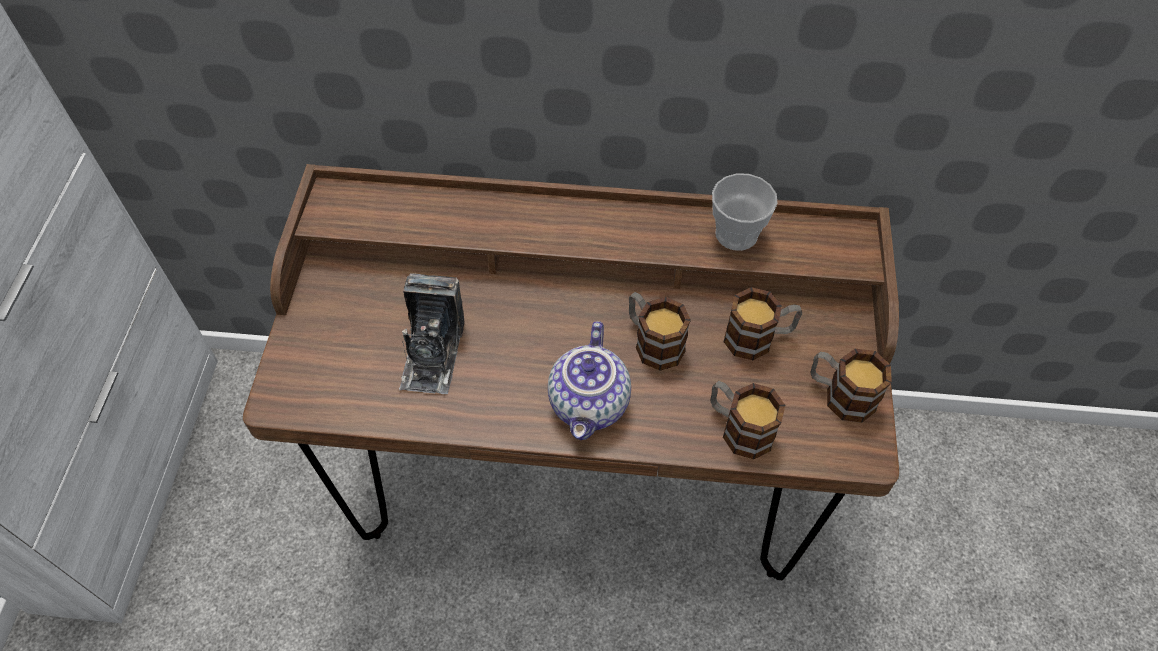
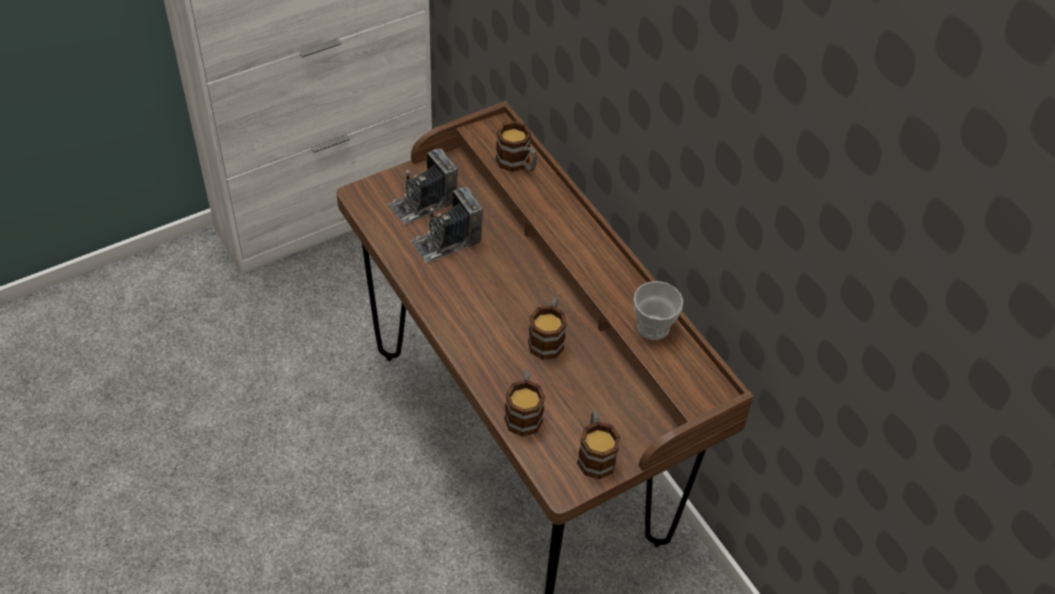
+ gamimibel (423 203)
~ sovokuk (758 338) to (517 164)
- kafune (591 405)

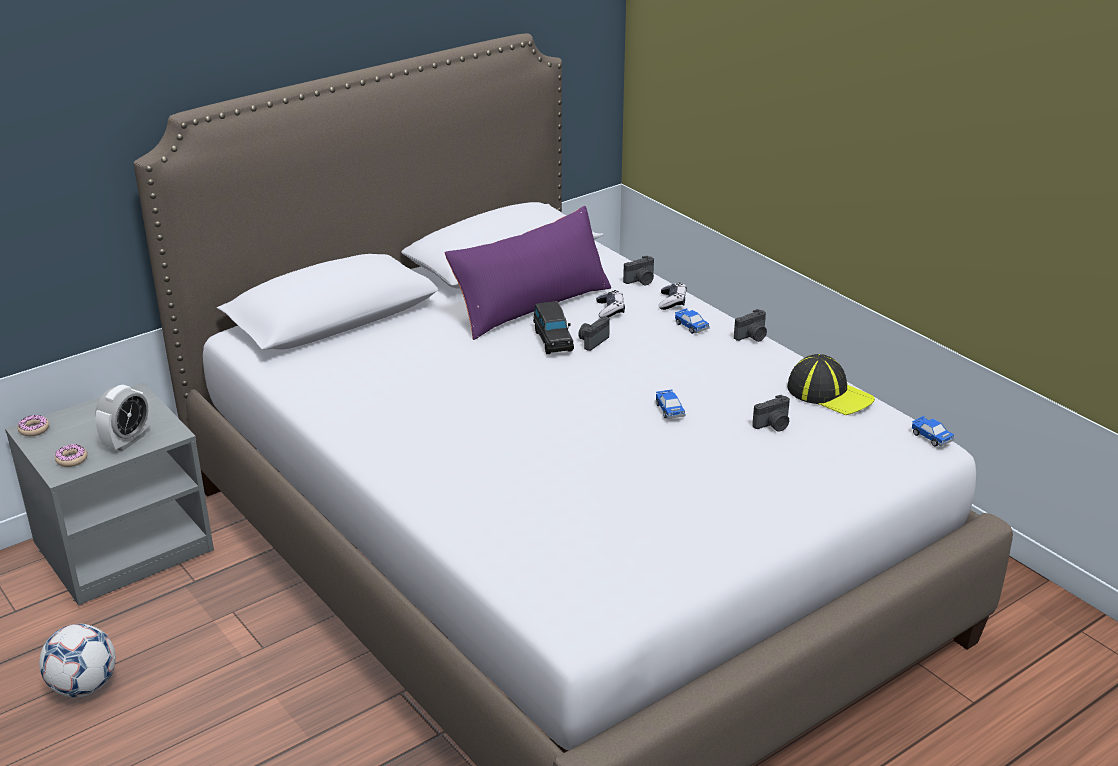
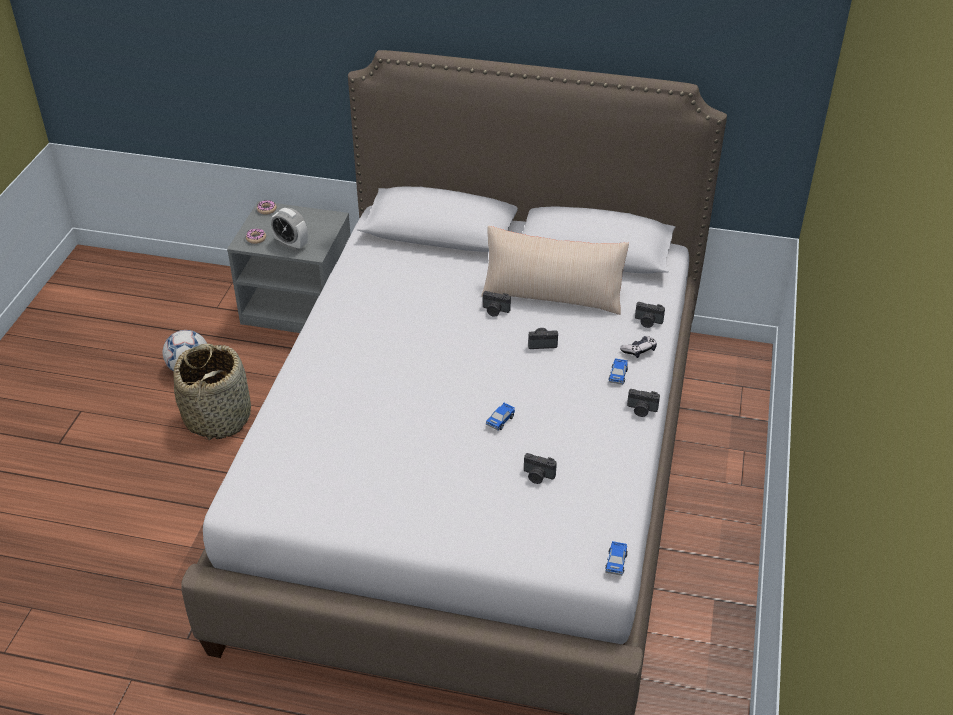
+ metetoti (218 417)
~ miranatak (127 441) = (291 244) 45 degrees clockwise
~ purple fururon (531 305) to beige fururon (552 295)
+ gamimibel (495 311)
- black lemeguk (553 340)
- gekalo (610 310)
- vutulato (829 394)

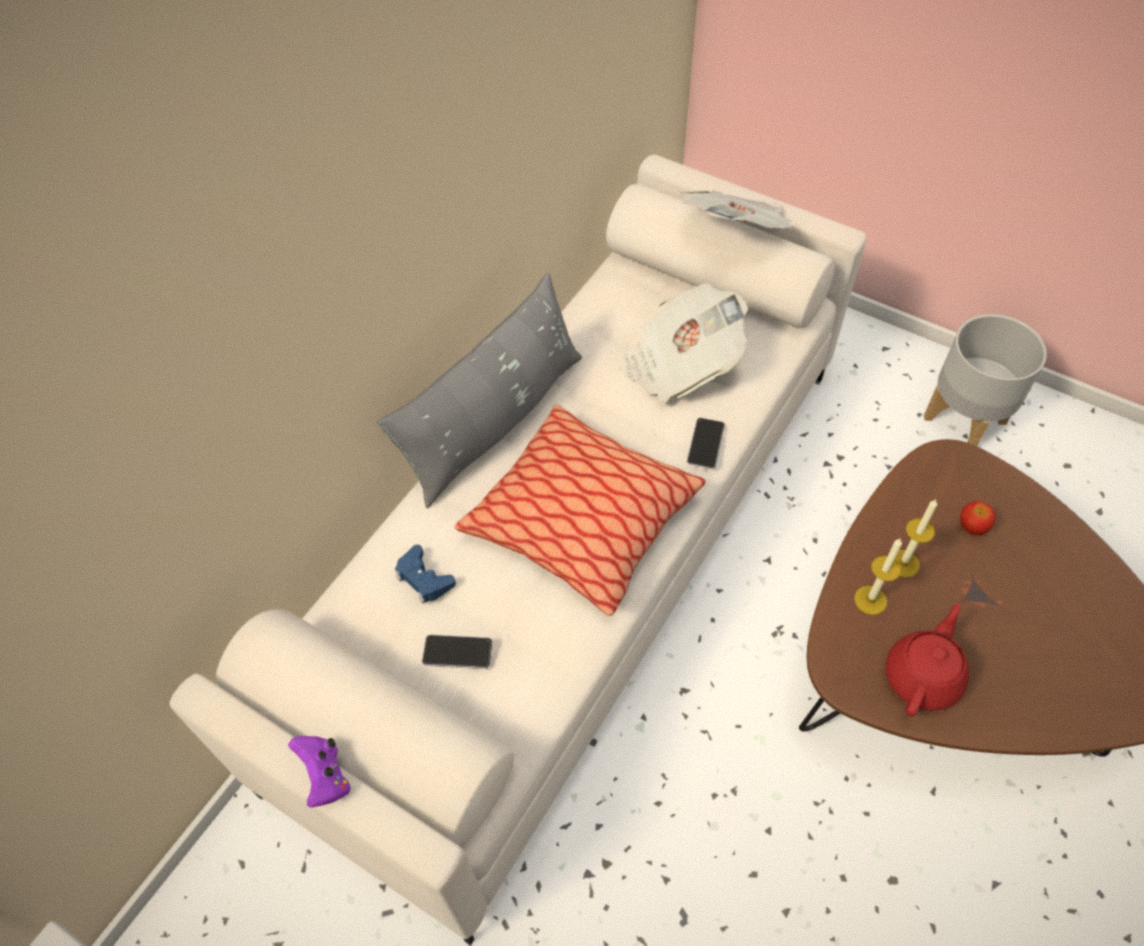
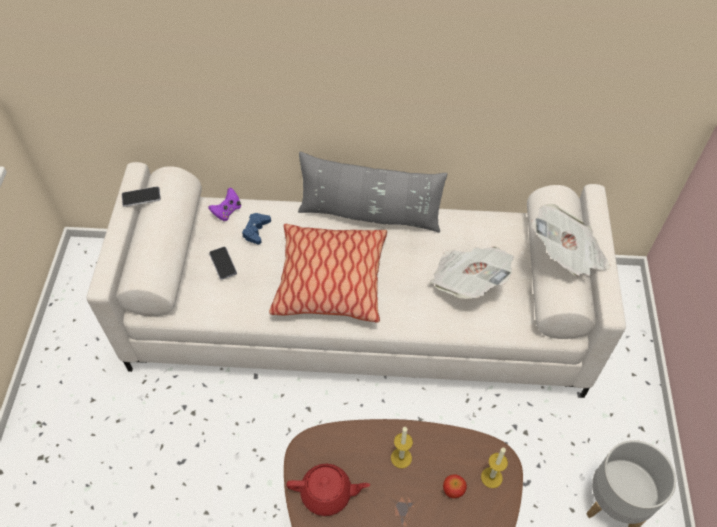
~ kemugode (705 444) to (141 197)
~ purple gekalo (325 776) to (227 211)
~ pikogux (870 600) to (491 477)

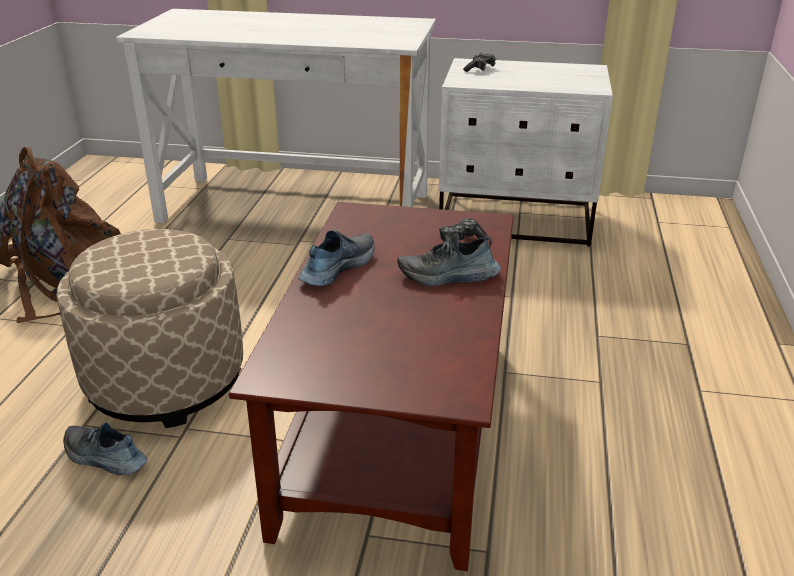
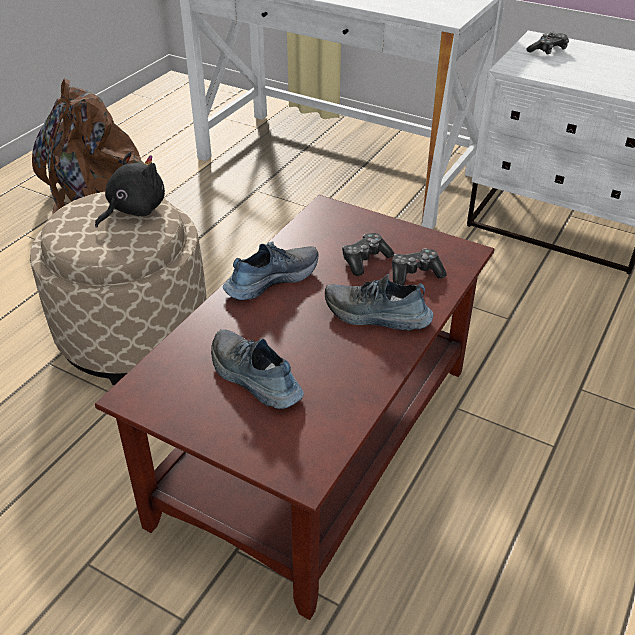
+ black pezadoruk (134 210)
~ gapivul (104 458) to (253 378)
+ gekalo (365 260)

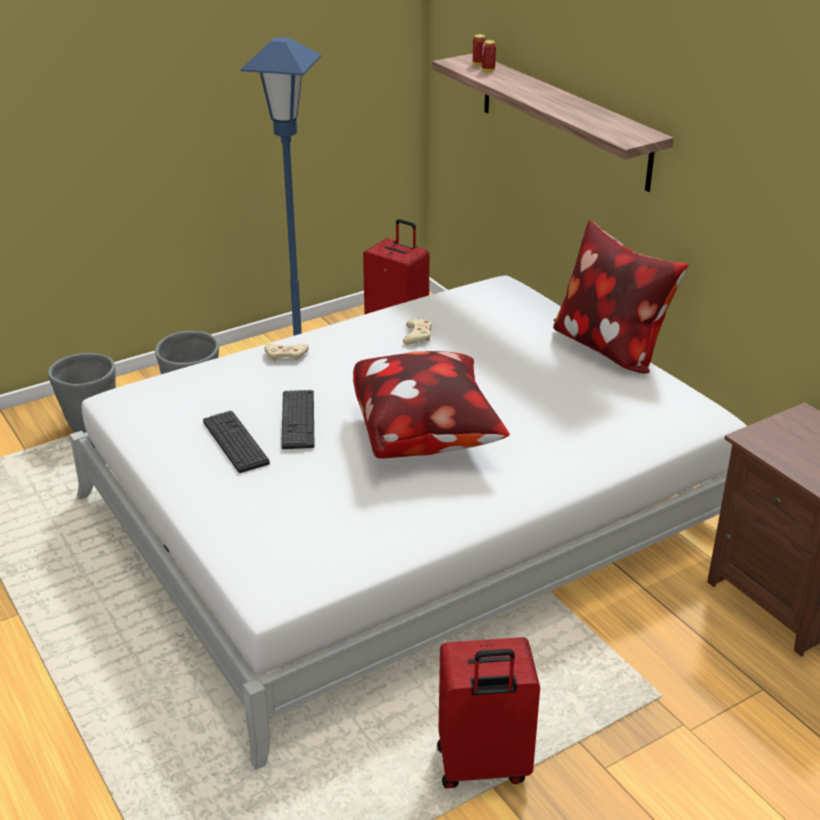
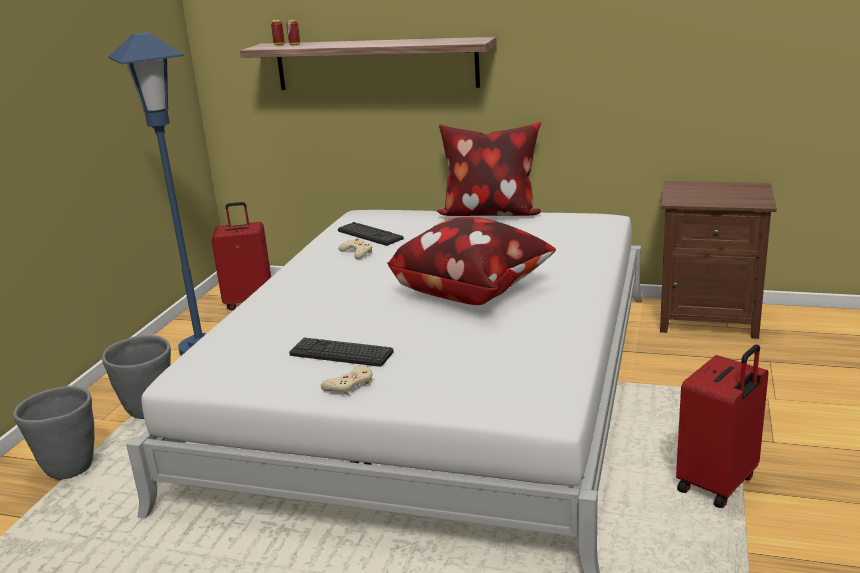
~ beige gekalo (286 355) to (350 385)
~ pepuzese (298 420) to (370 235)

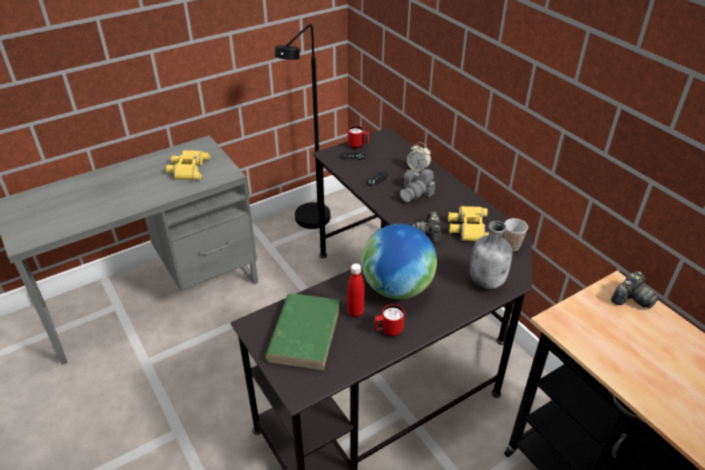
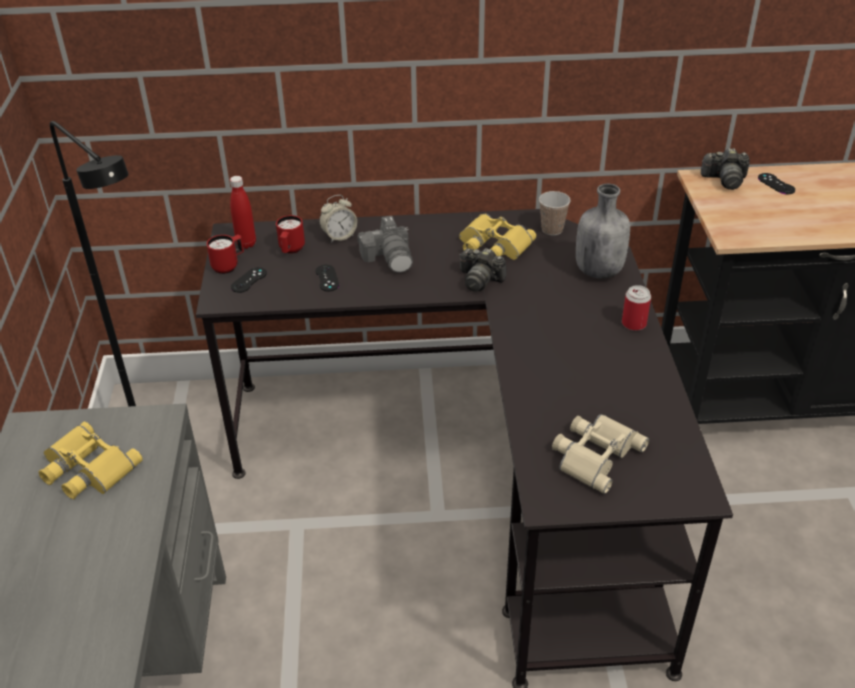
~ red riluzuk (355 312) to (246 244)
~ red sovokuk (388 331) to (291 250)
~ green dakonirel (304 333) to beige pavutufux (594 454)
+ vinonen (634 324)
~ gamimibel (631 299) = (724 180) 105 degrees clockwise
+ black gekalo (776 184)
- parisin (397 288)

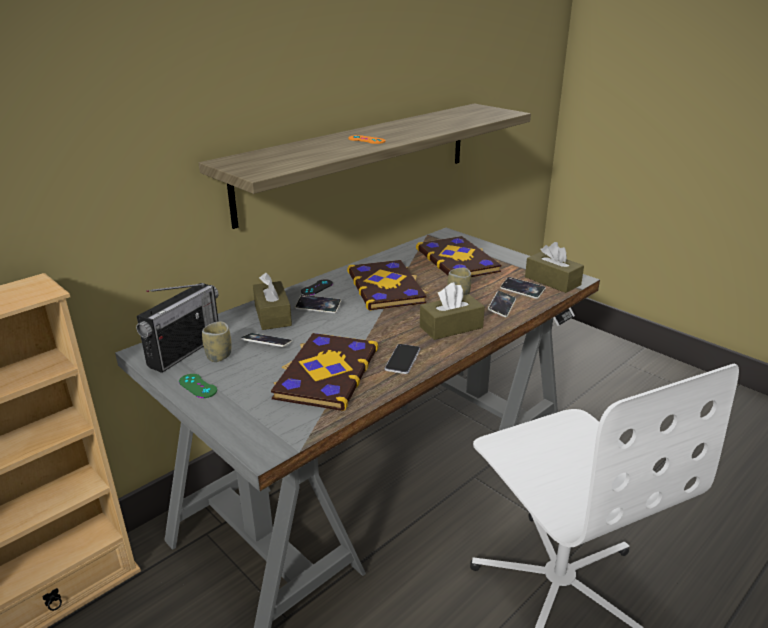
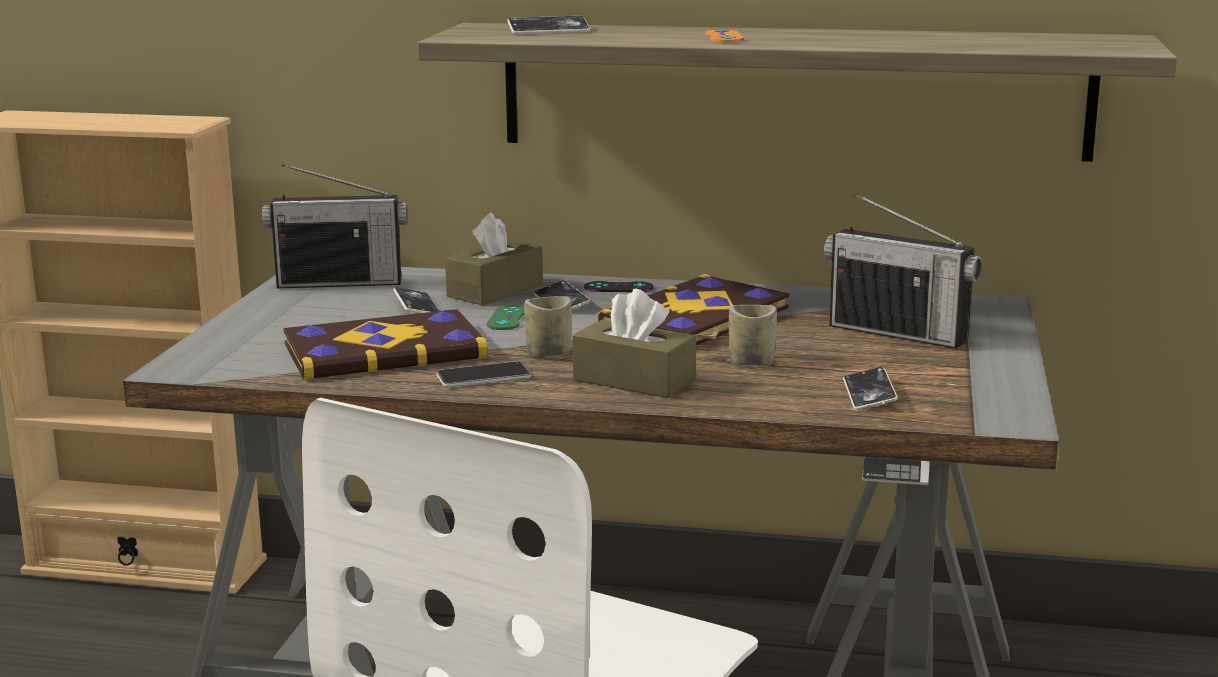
~ green gekalo (198 386) to (507 318)
~ kemugode (501 306) to (548 31)
~ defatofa (219 356) to (548 353)
~ dakonirel (458 260) to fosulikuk (898 333)
- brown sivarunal (552 281)

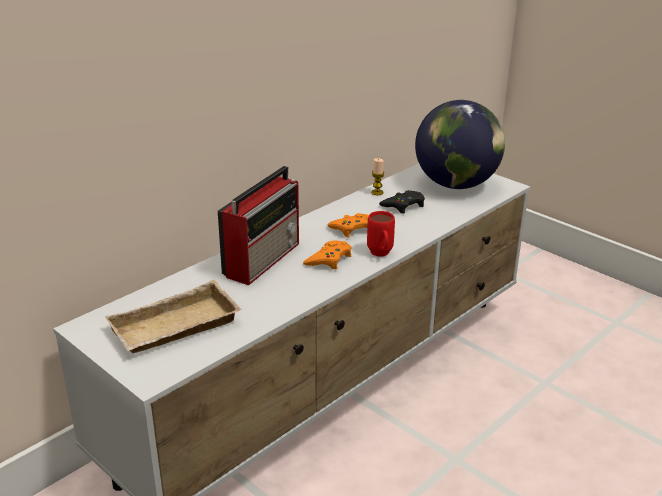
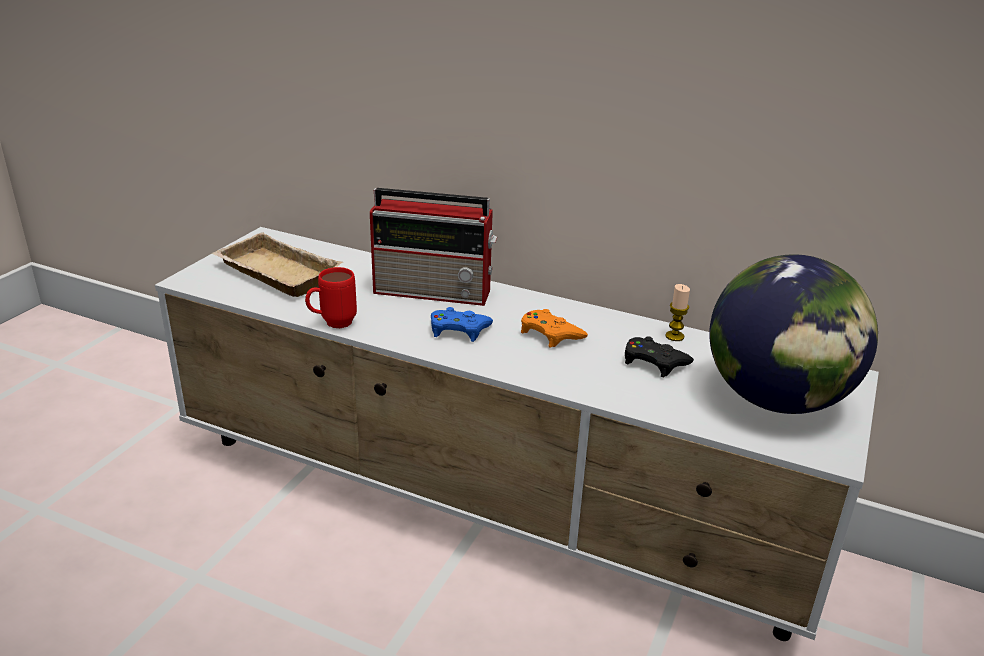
~ red sovokuk (381 255) to (332 324)
~ orange gekalo (329 259) to blue gekalo (458 330)

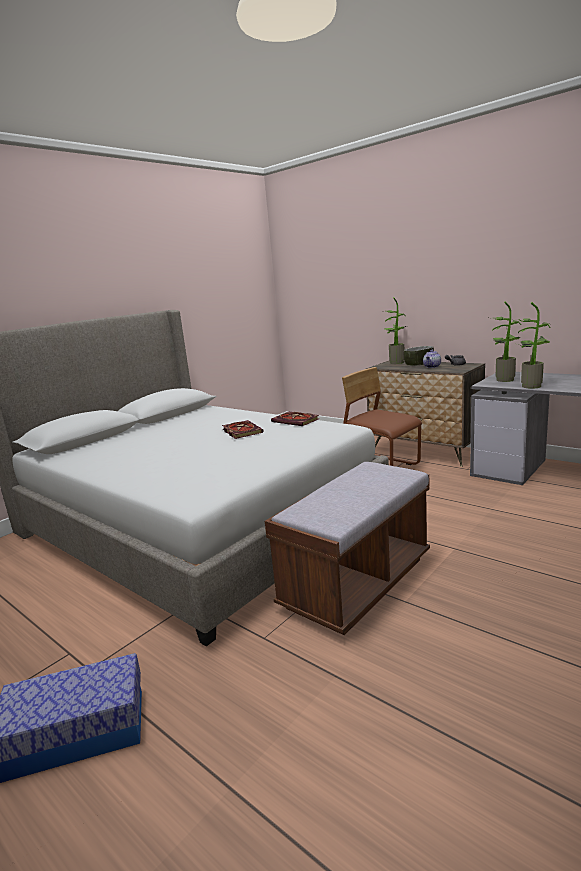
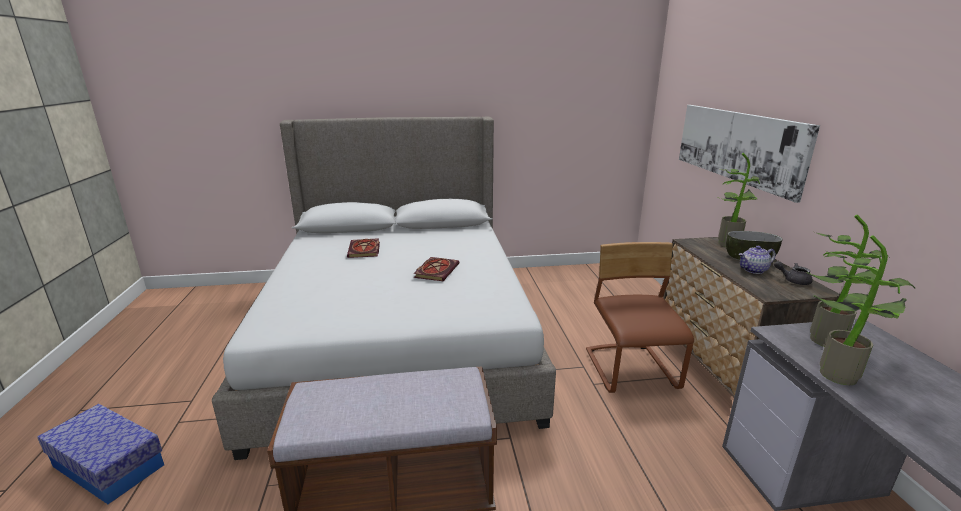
~ dakonirel (296 421) to (365 250)
+ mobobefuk (737 146)

